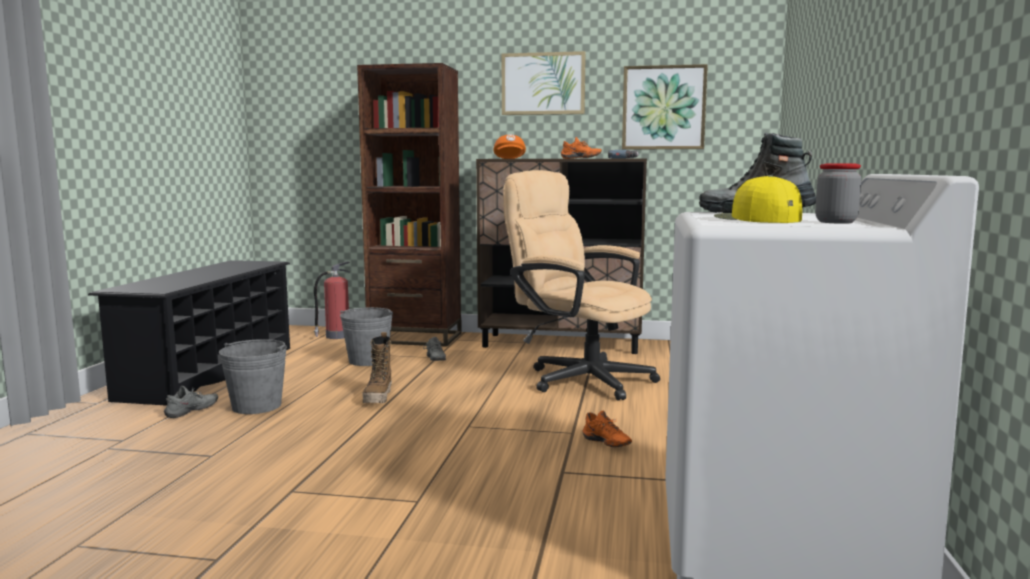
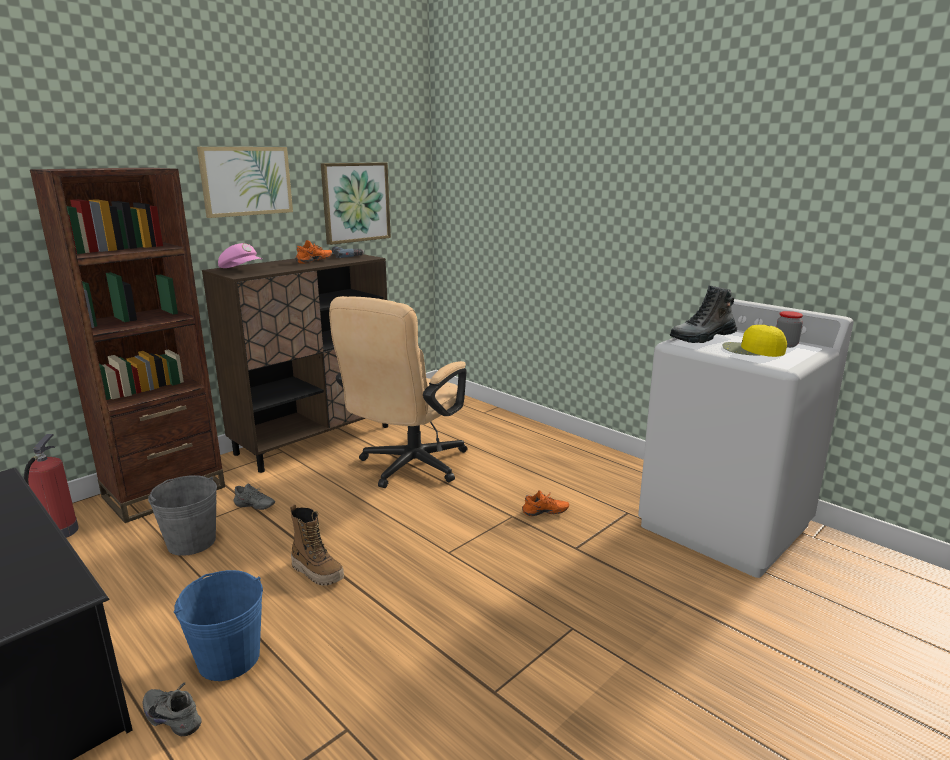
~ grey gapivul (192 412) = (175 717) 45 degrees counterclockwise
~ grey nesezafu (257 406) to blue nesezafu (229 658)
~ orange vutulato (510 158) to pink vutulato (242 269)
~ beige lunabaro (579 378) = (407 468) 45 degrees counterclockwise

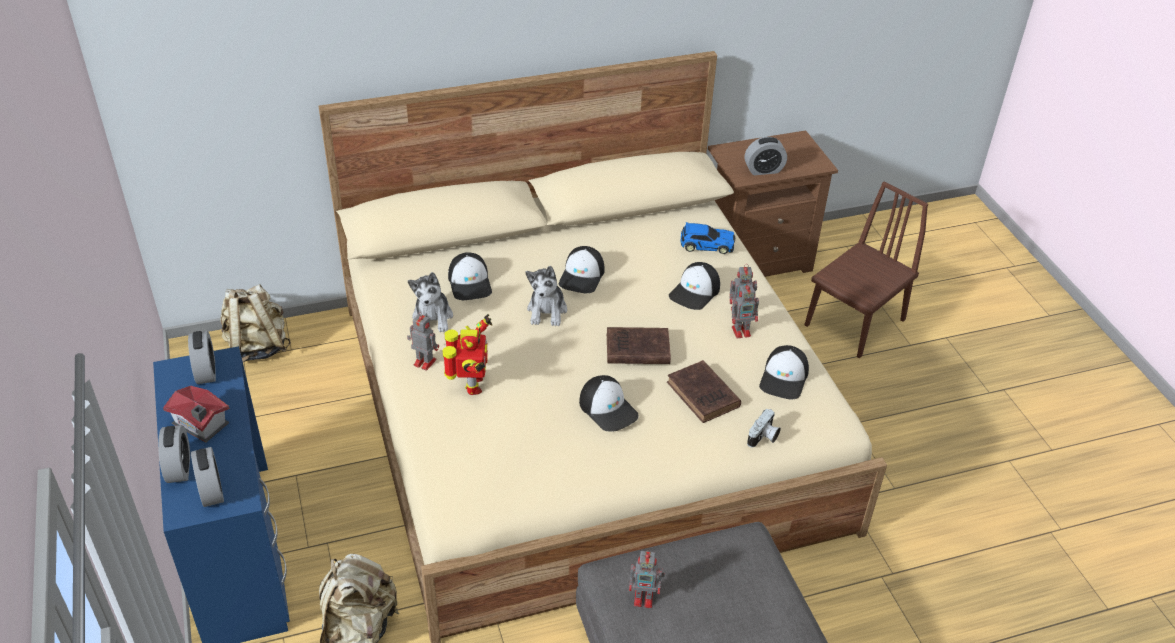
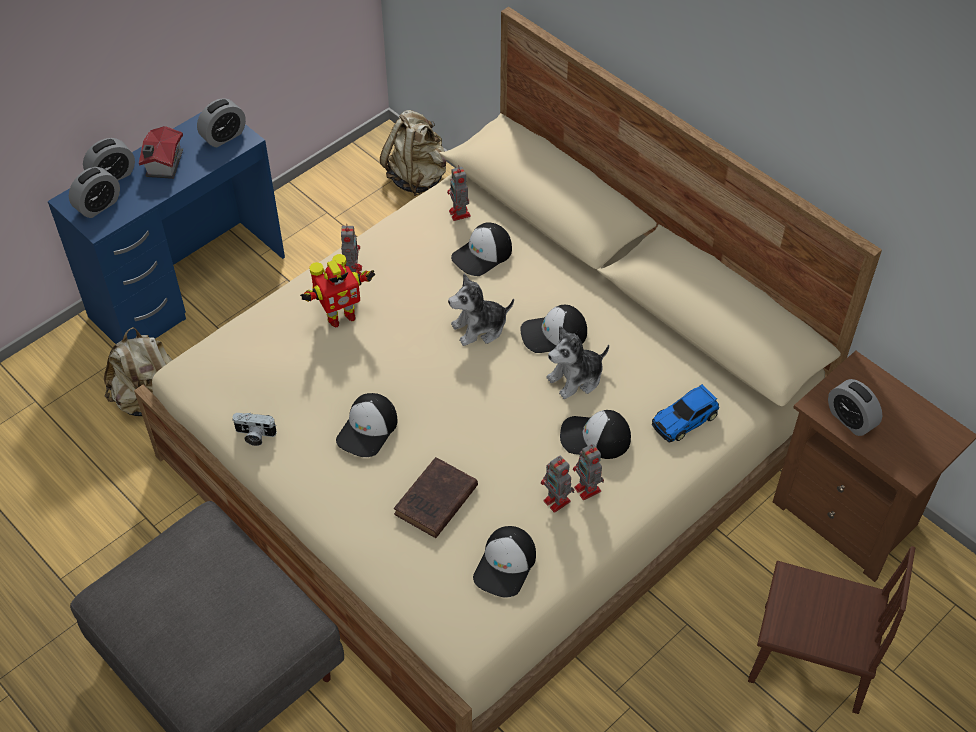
~ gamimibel (763 437) to (254 435)
~ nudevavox (645 598) to (460 214)
~ vutulato (784 378) = (506 565) 60 degrees counterclockwise
~ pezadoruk (433 317) to (576 378)
~ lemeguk (706 244) = (686 419) 75 degrees clockwise
- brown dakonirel (635 349)

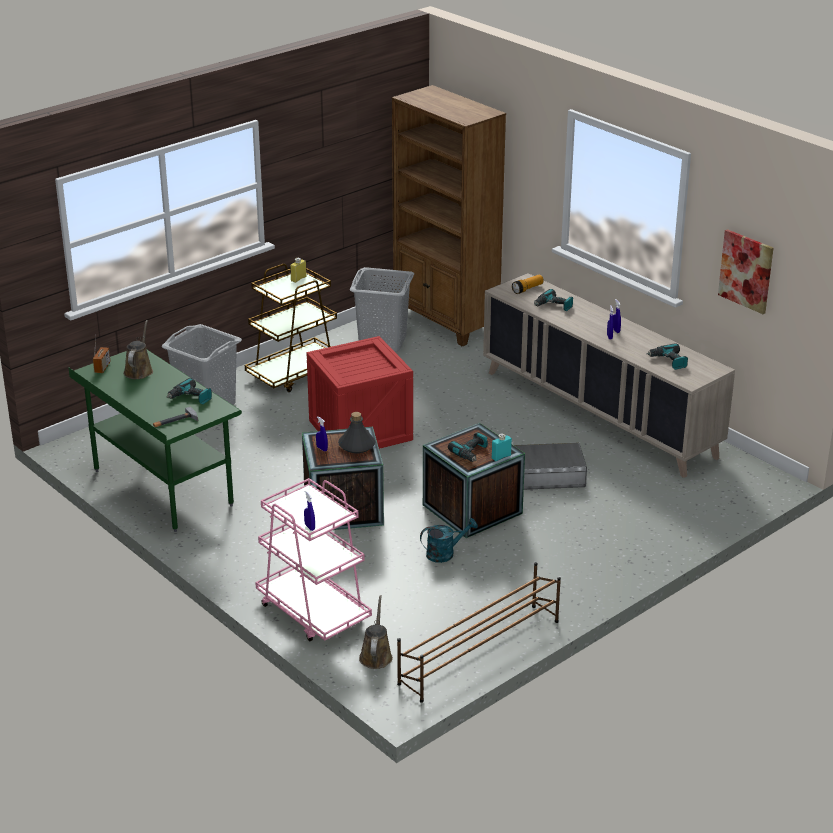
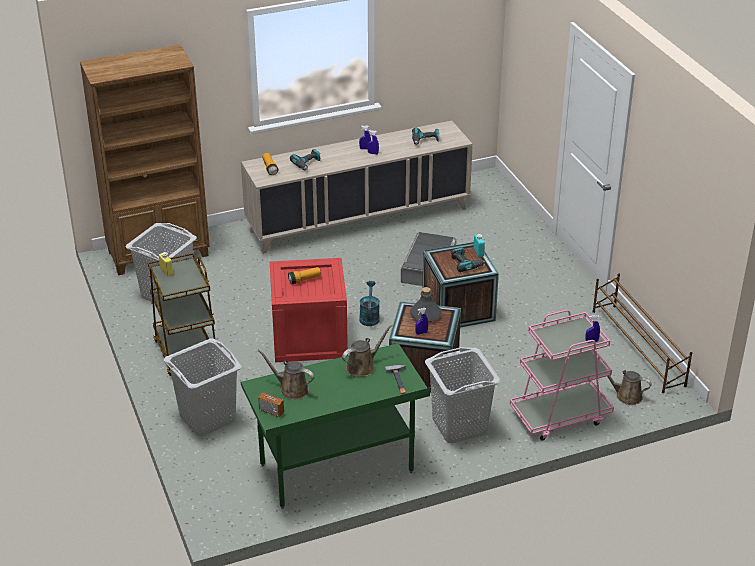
+ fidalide (304 280)
~ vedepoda (190 398) to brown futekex (363 366)
~ turquoise futekex (445 553) to (369 316)
+ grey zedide (459 426)
- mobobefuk (746 271)

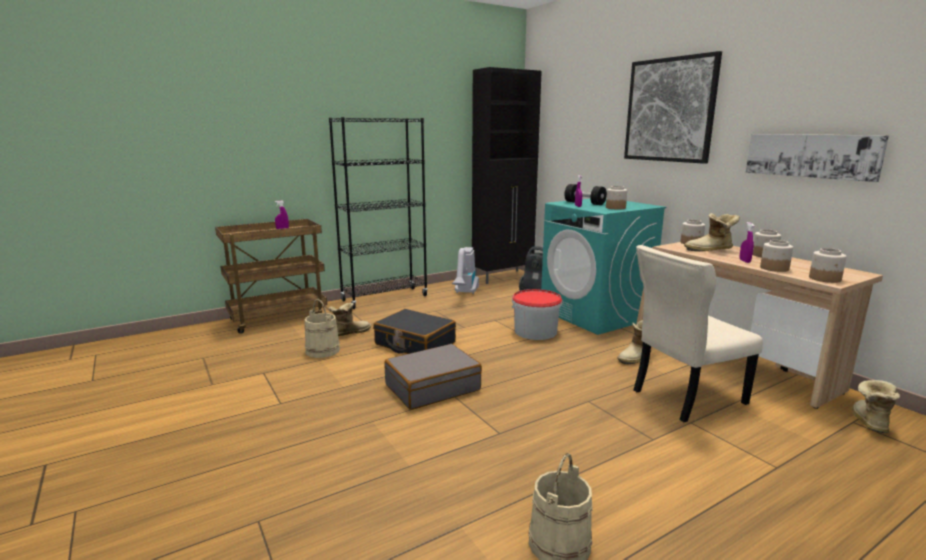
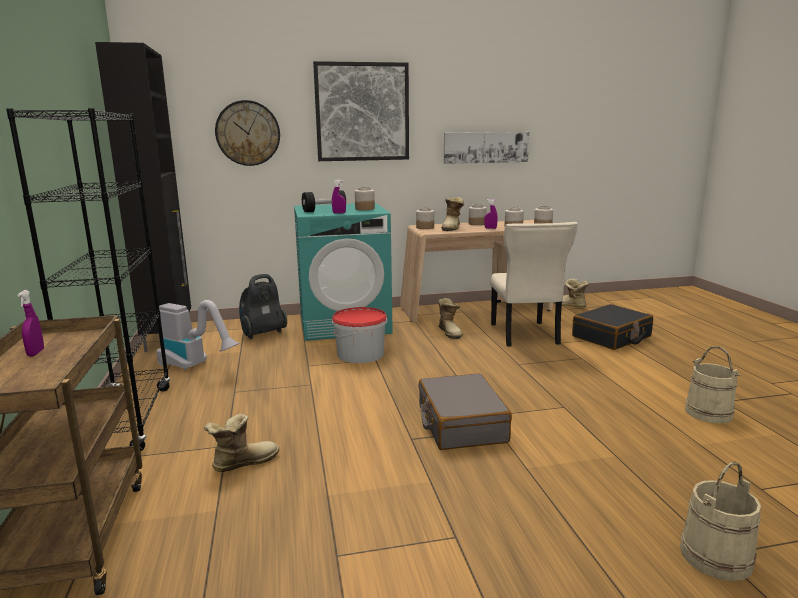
~ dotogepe (350 332) = (243 462) 75 degrees clockwise
+ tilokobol (248 133)
~ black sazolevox (414 344) to (611 337)
~ beige nesezafu (322 351) to (716 557)

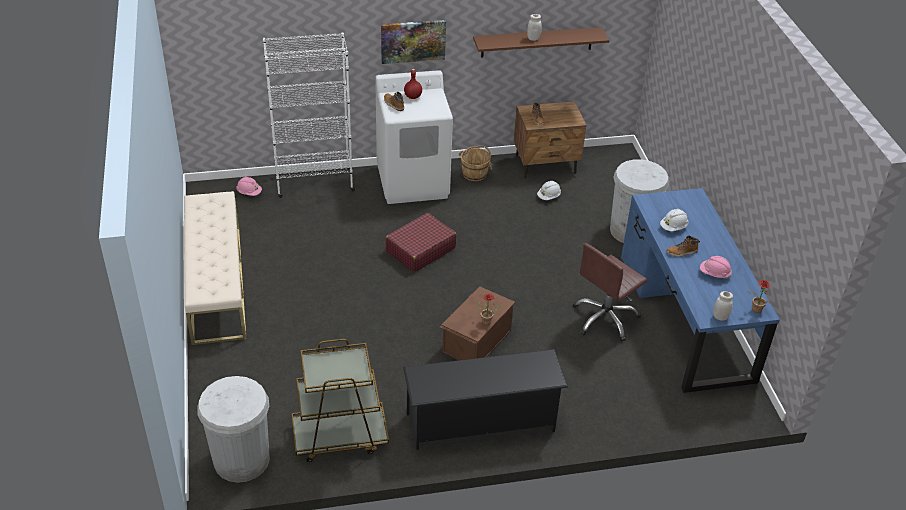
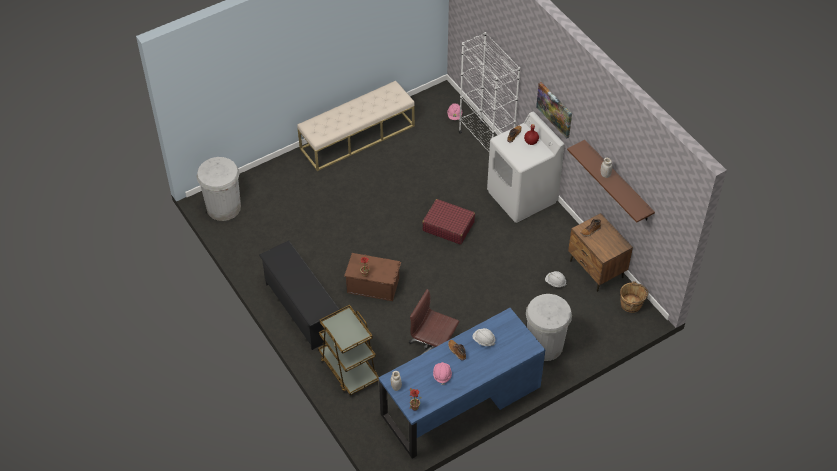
~ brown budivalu (339 437) to (348 368)
~ brown nesezafu (475 173) to (631 304)

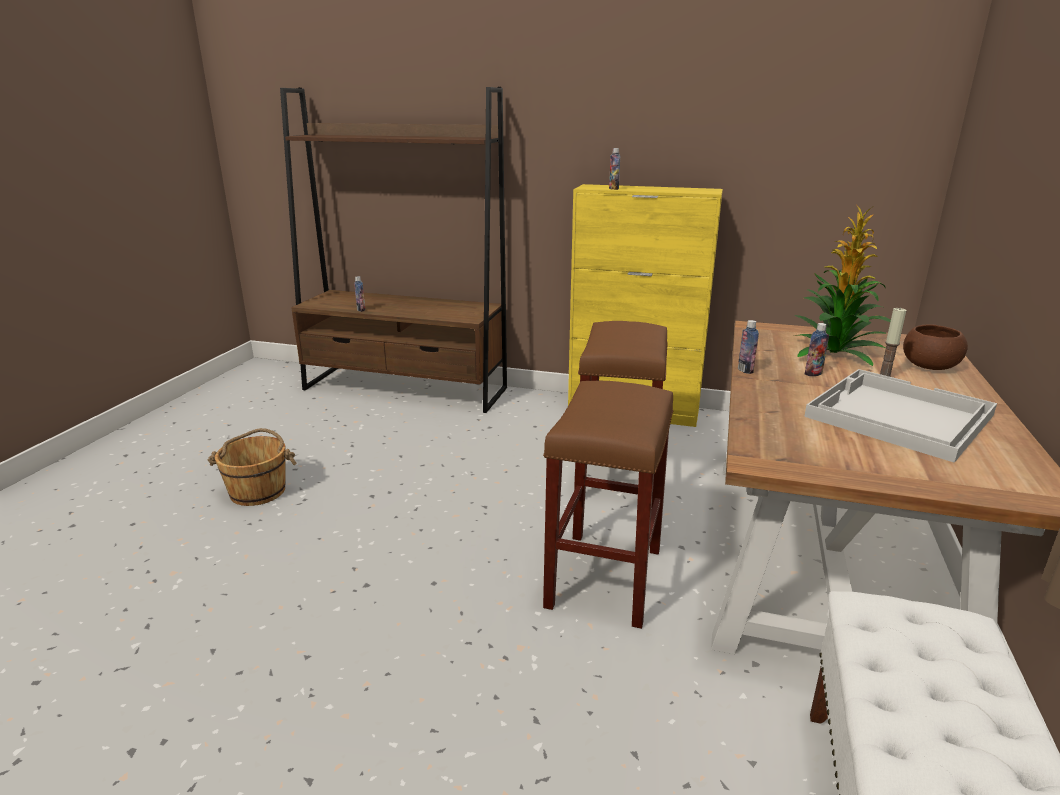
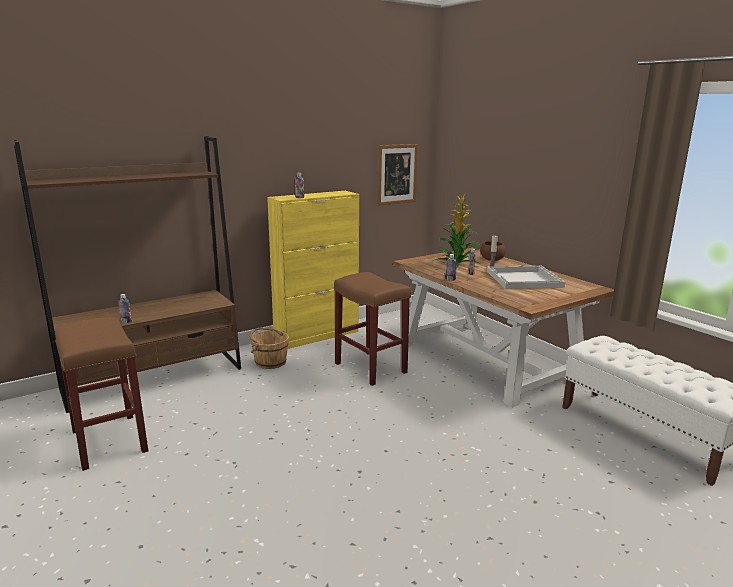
~ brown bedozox (604 576) to (108 440)
~ brown nesezafu (258 491) to (270 362)
+ mobobefuk (397 174)

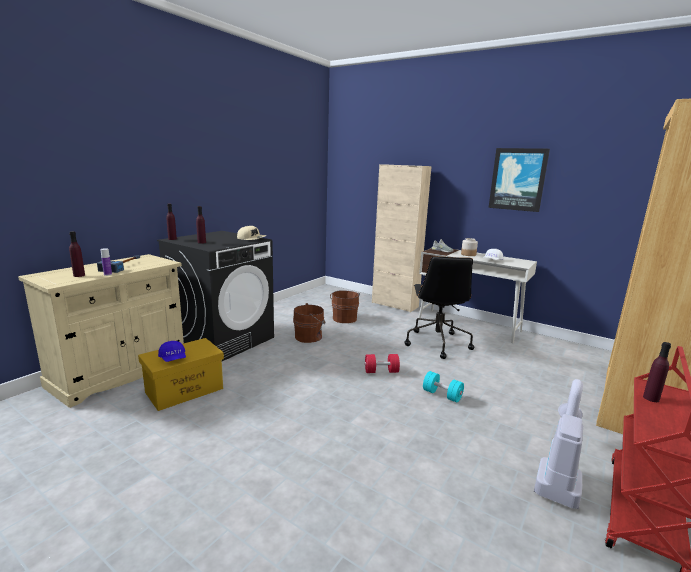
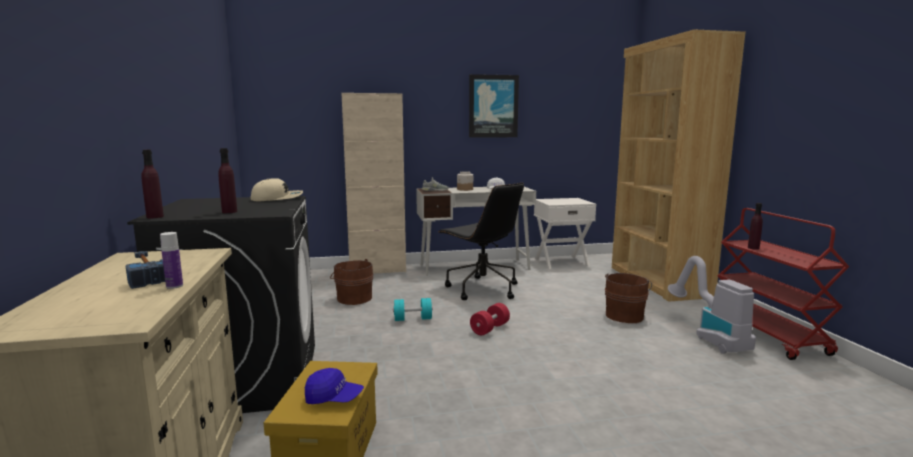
~ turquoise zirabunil (442 395) to (413 319)
+ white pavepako (561 262)
~ brown nesezafu (309 337) to (625 315)
- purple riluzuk (79 275)

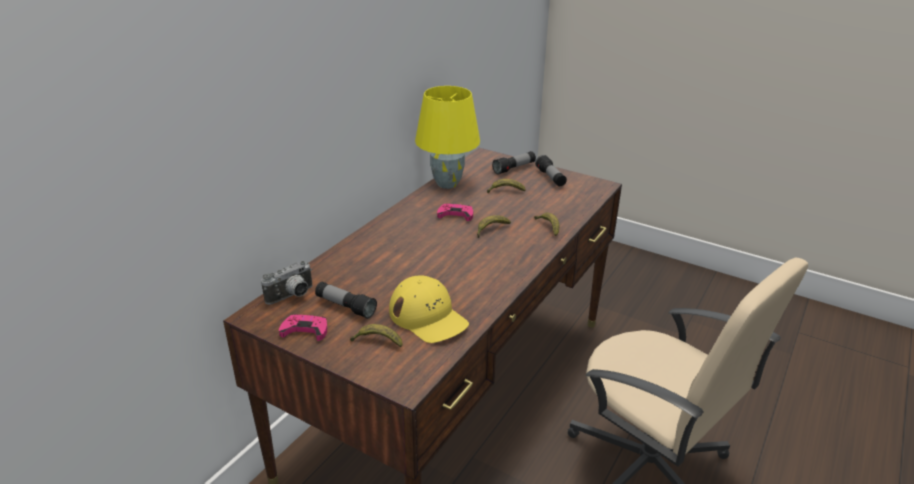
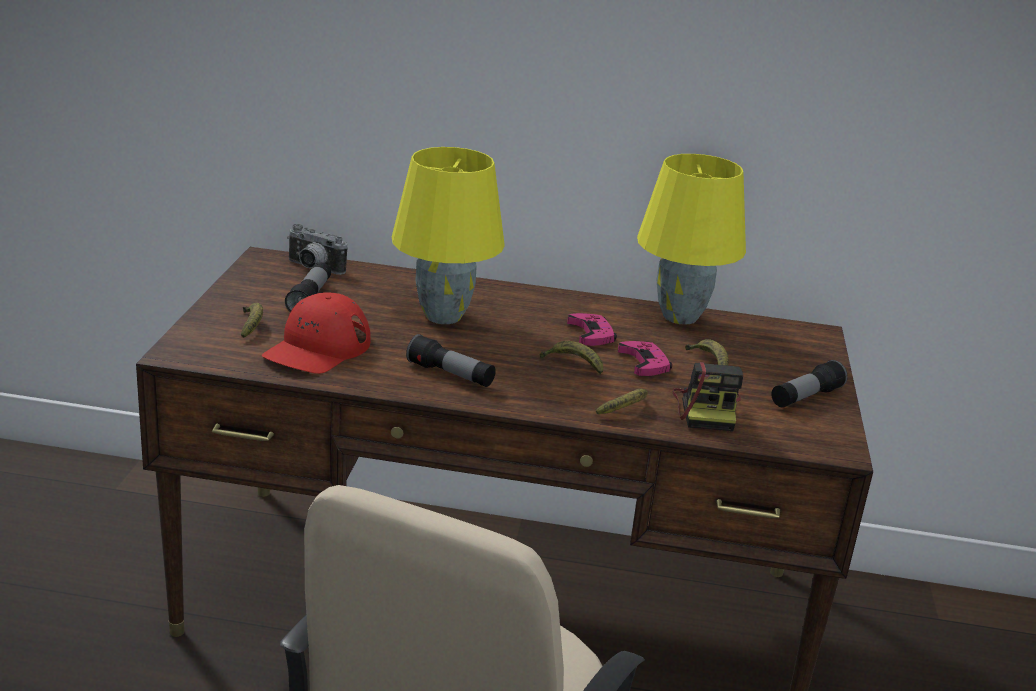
~ yellow vutulato (428 317) to red vutulato (317 348)
+ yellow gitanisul (443 317)
~ fidalide (514 168) to (450 375)
~ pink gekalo (305 330) to (644 363)
+ gamimibel (707 410)

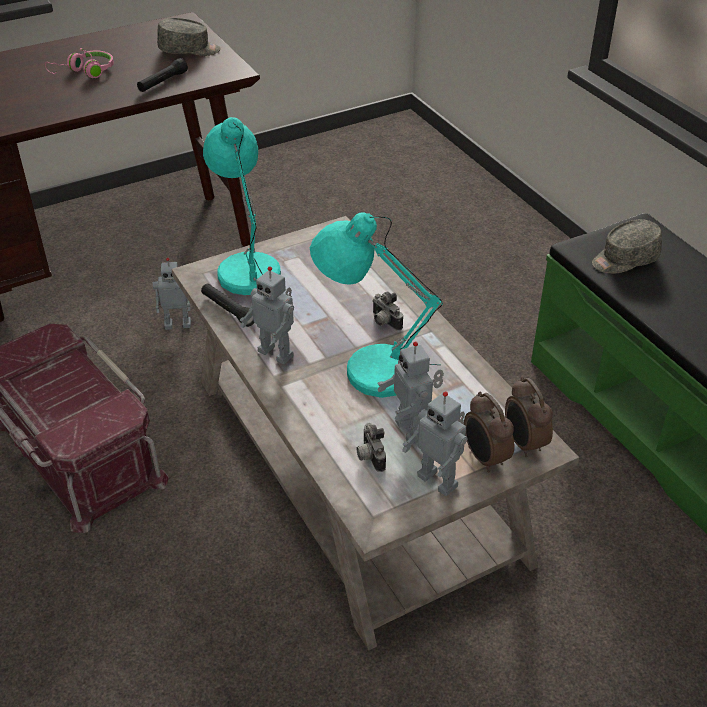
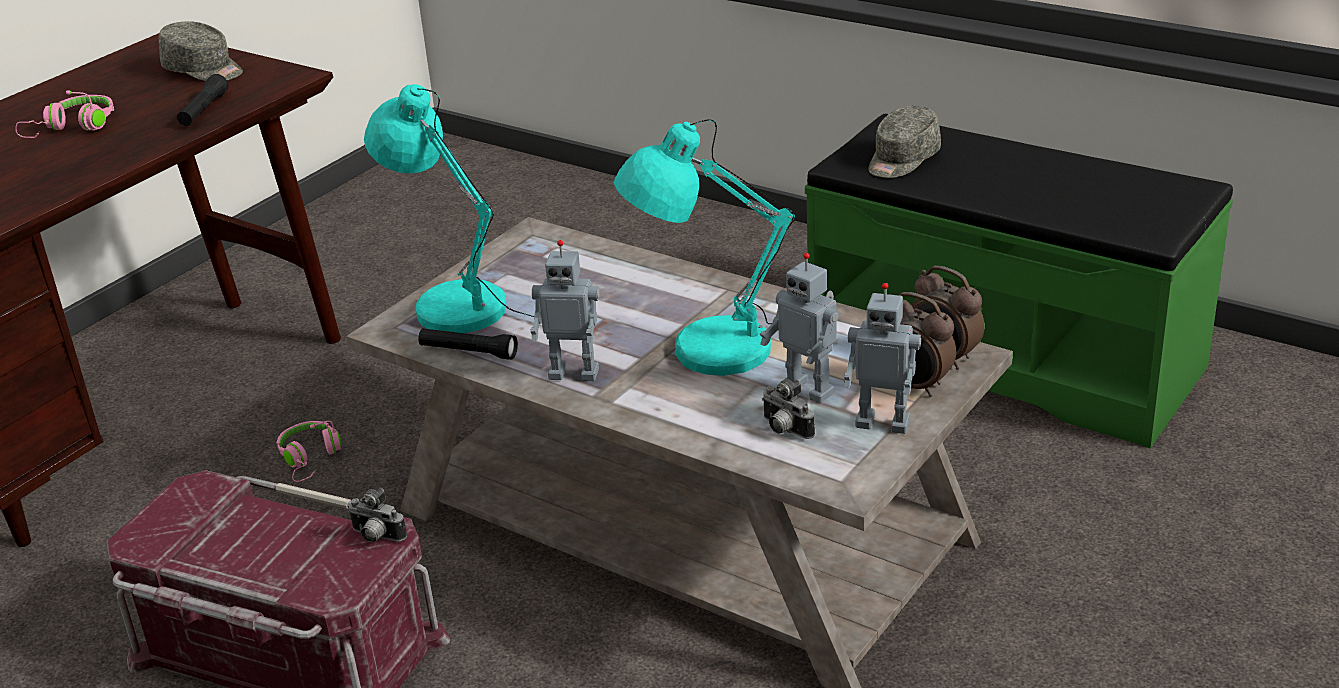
~ grey vutulato (189 50) = (204 71) 60 degrees clockwise
~ nudevavox (178 324) to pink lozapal (310 458)
~ gamimibel (384 322) to (376 537)

